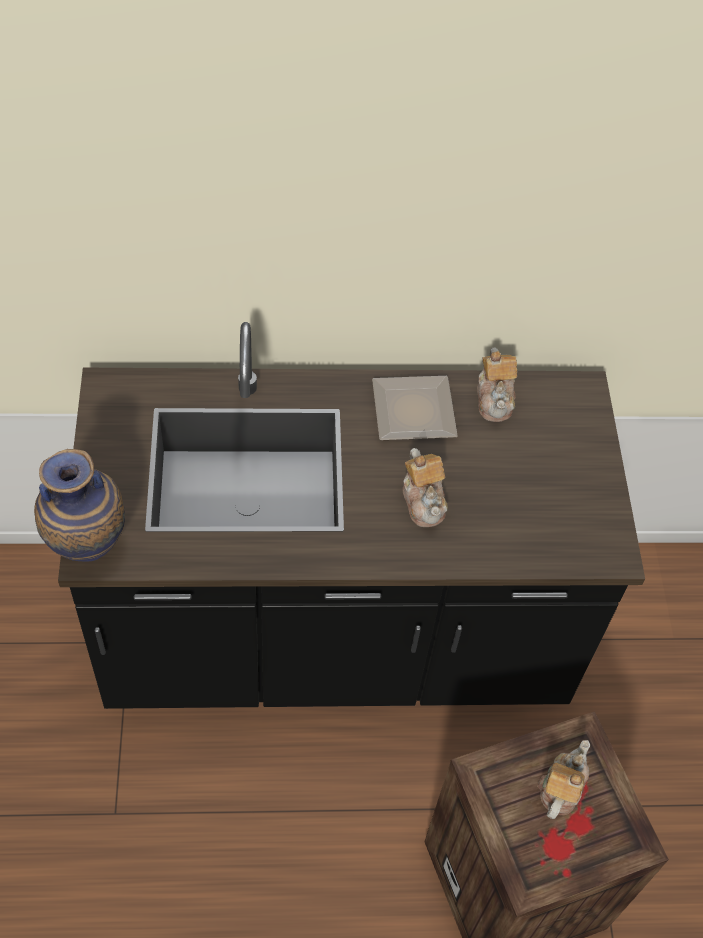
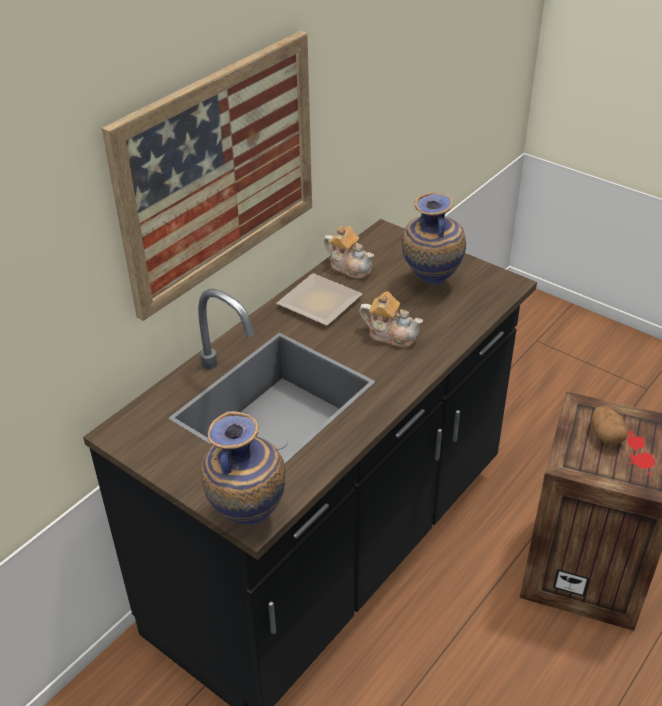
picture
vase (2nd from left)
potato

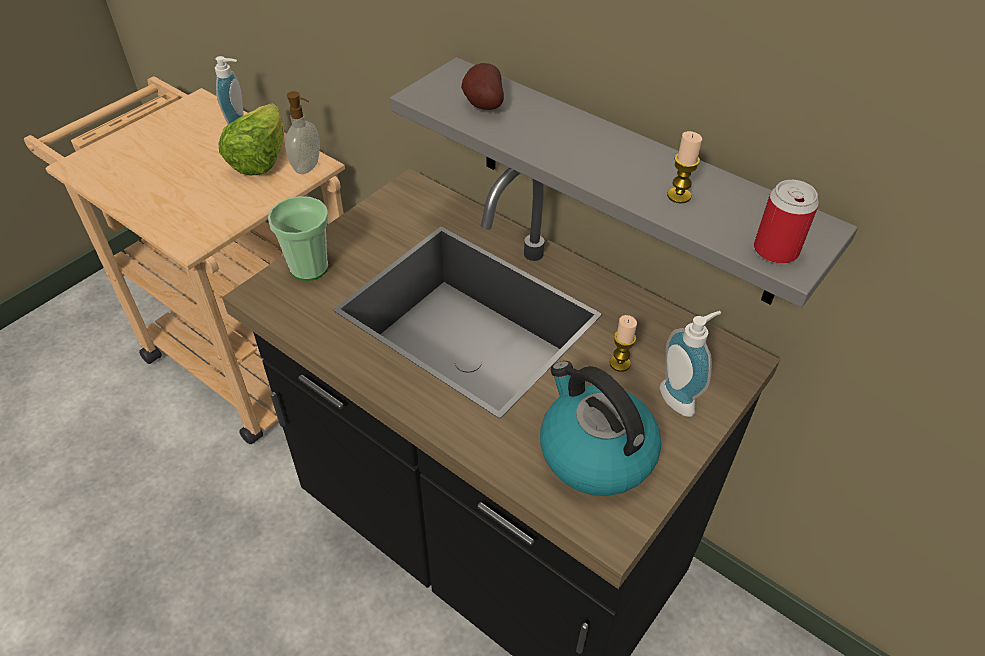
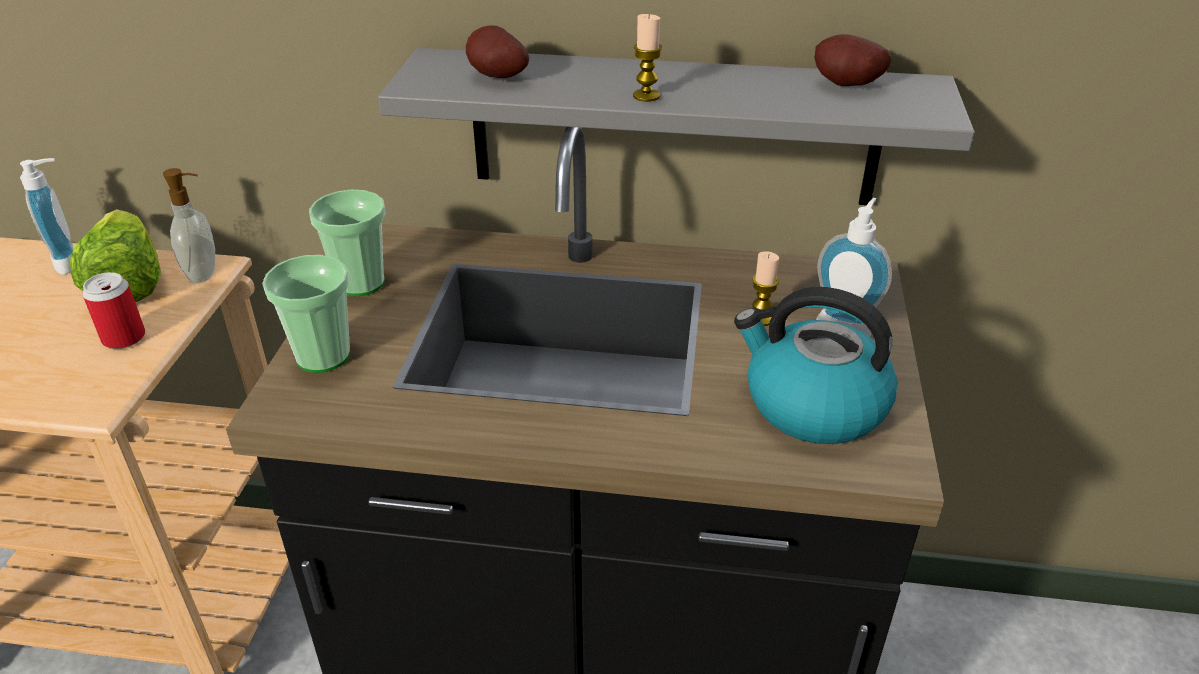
cup (2nd from left)
potato (2nd from left)
candle (1st from left)
can

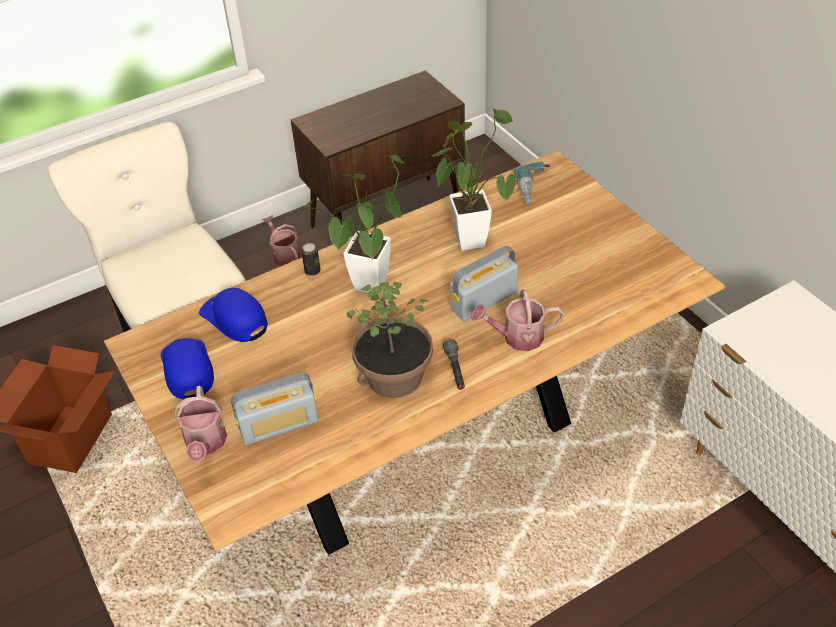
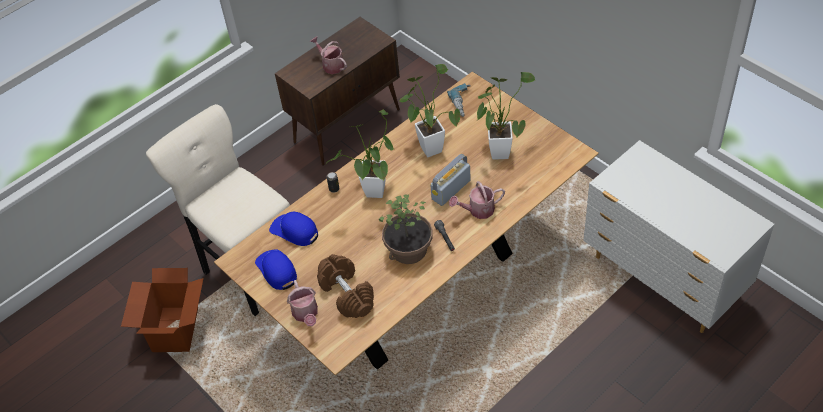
potted plant (4th from left)
watering can (2nd from left)
brown dumbbell

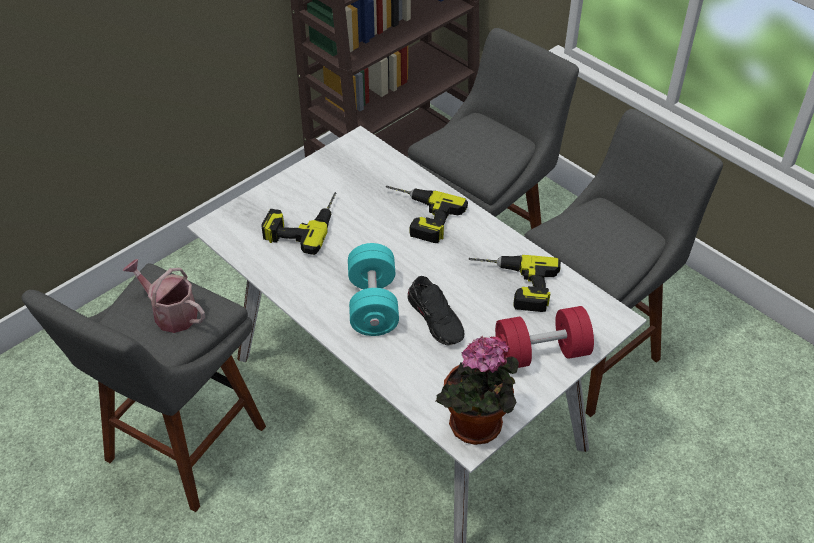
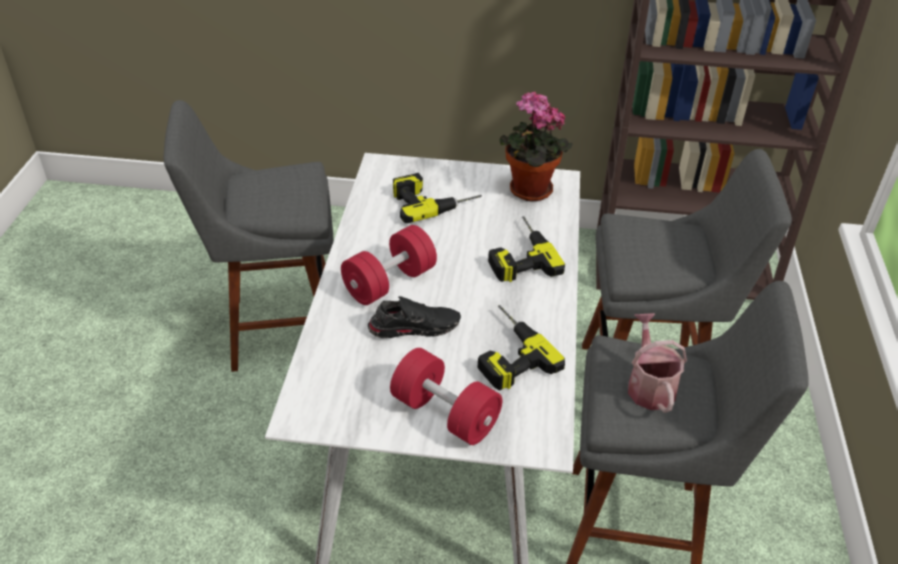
watering can
potted plant
red dumbbell (1st from left)
black shoe

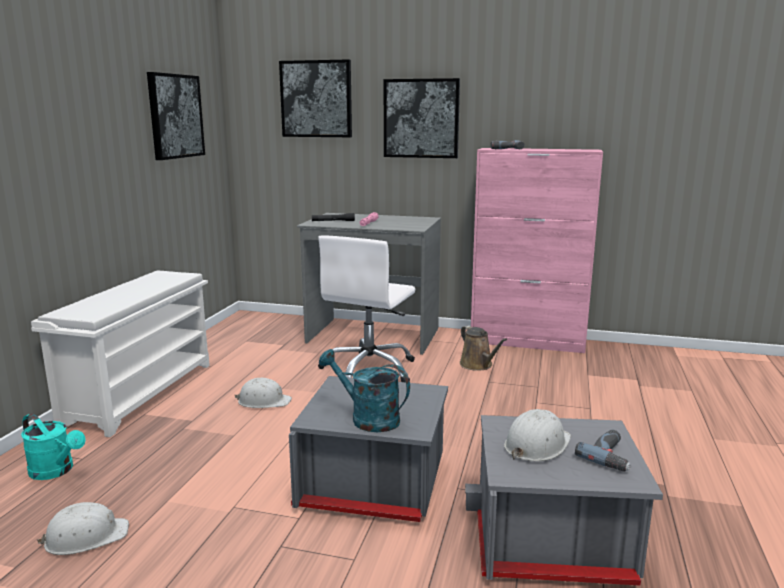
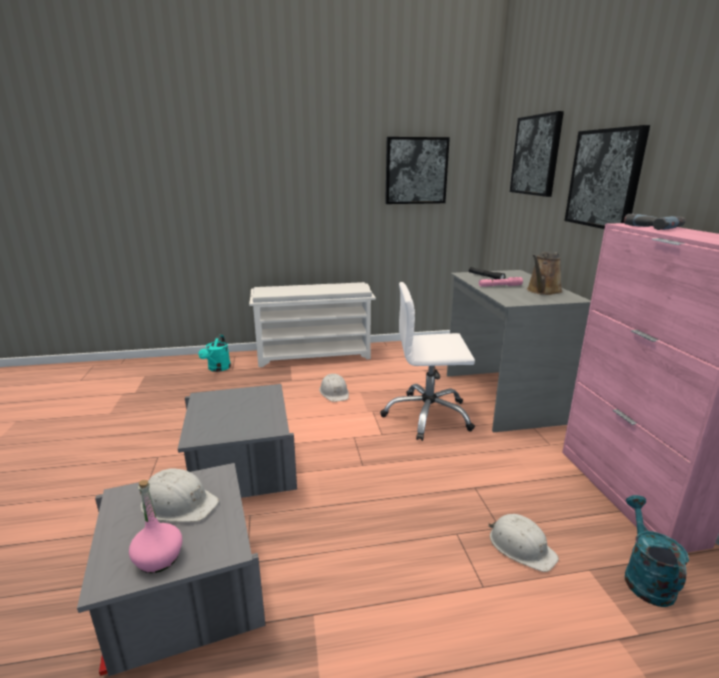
white hard hat (3rd from left)
turquoise watering can (2nd from left)
brown watering can
pink bottle

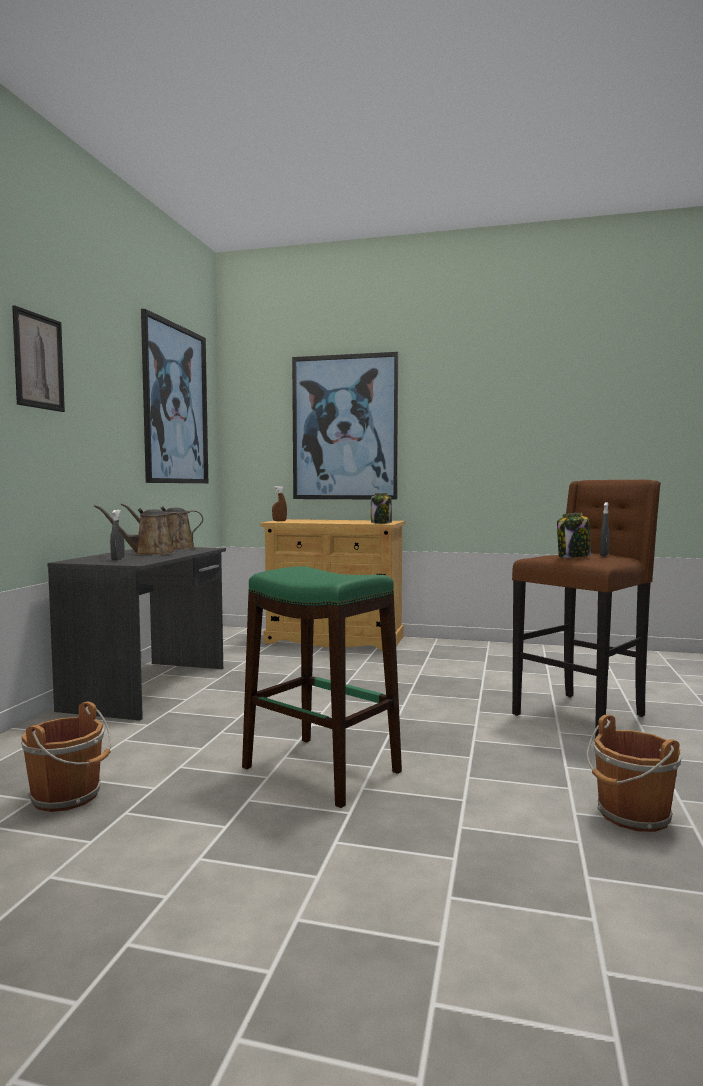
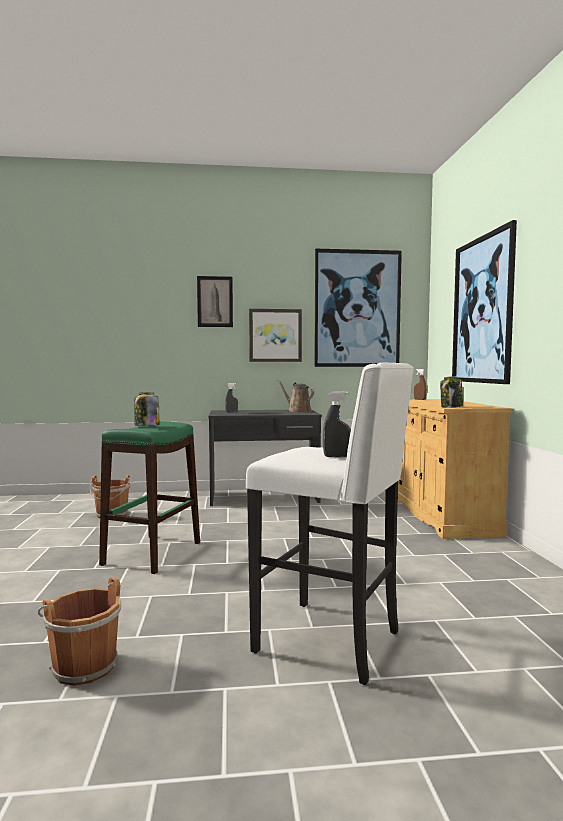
brown watering can (1st from left in the first image)
picture (2nd from left)
jar (1st from left)
white stool

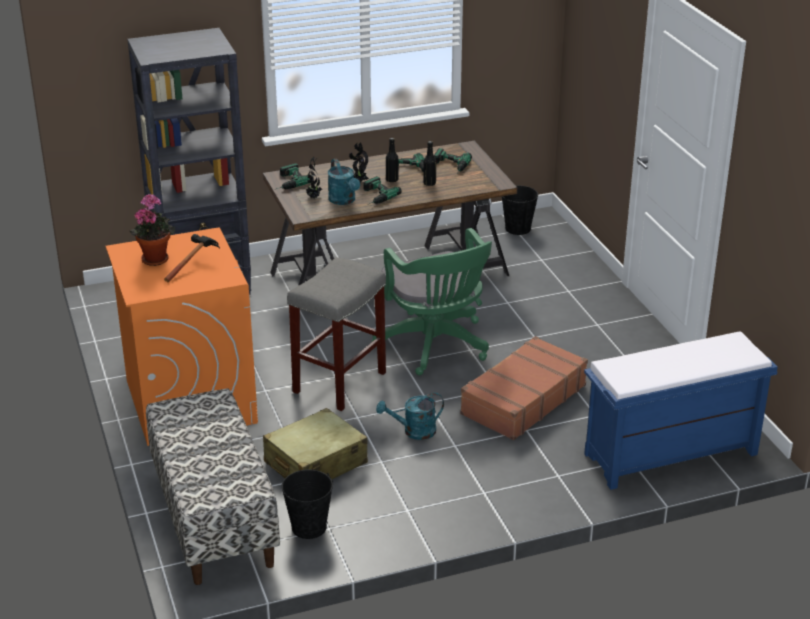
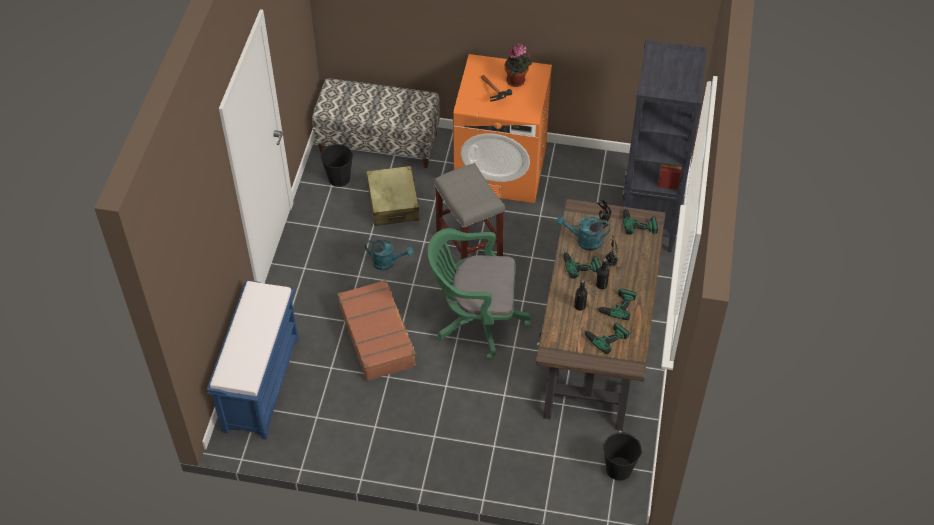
turquoise watering can (1st from left)

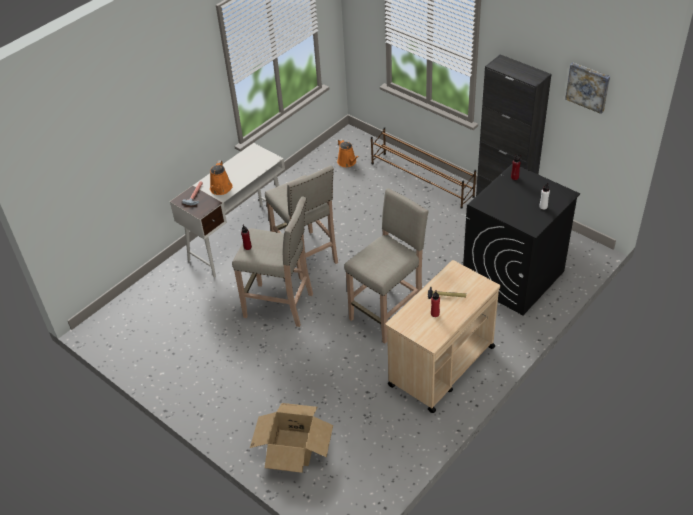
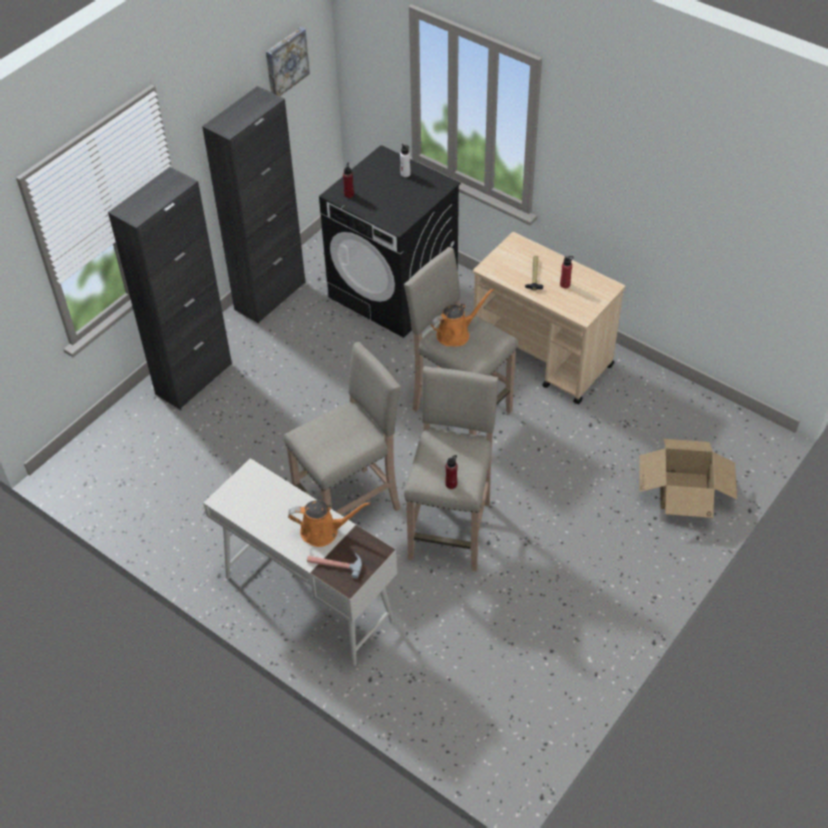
orange watering can (2nd from left)
black cabinet (1st from left)

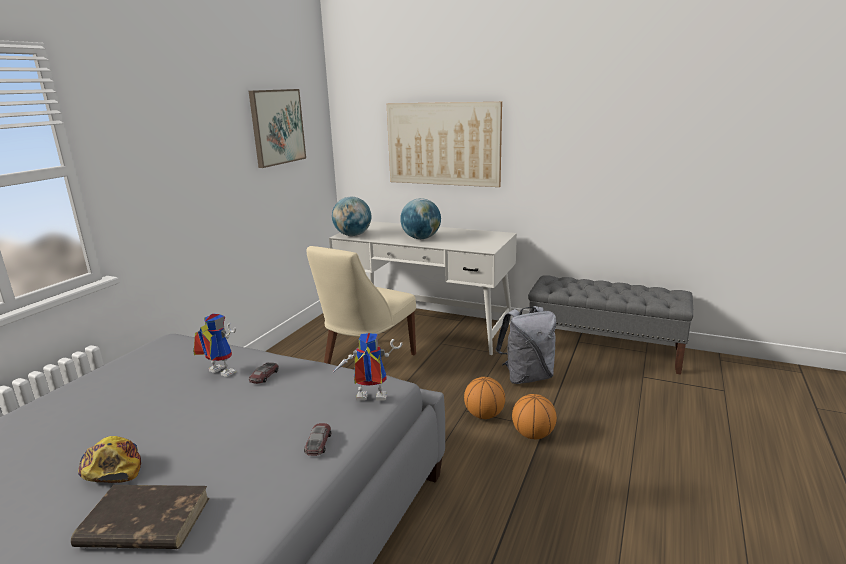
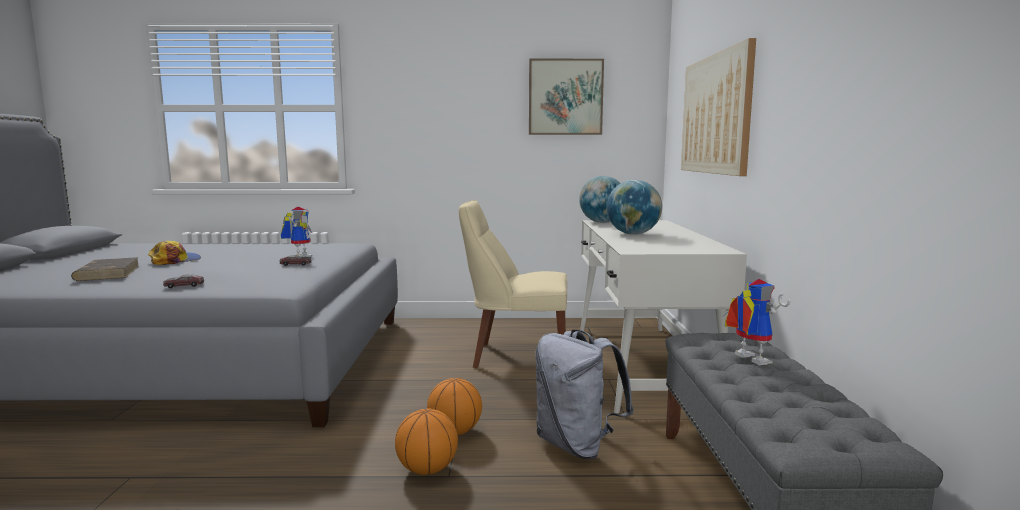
toy robot (2nd from left)

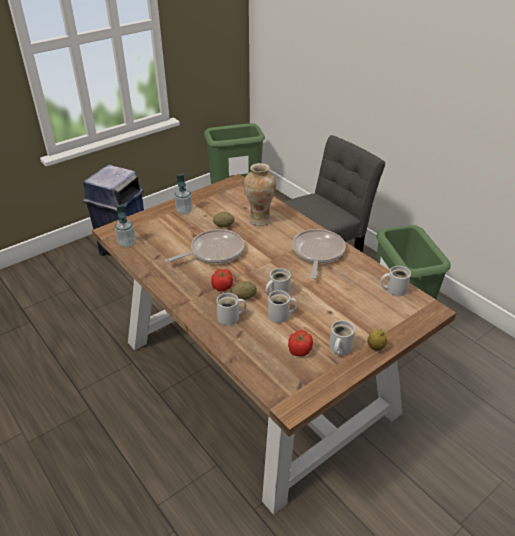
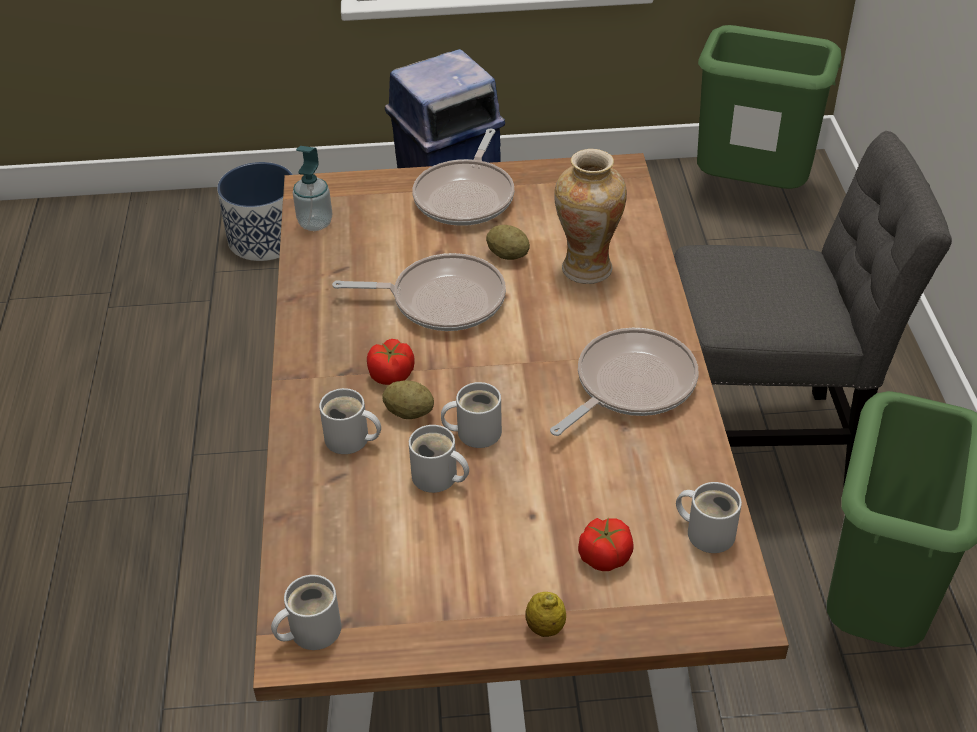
planter
tomato (2nd from left)
white mug (1st from left)
frying pan (2nd from left)

